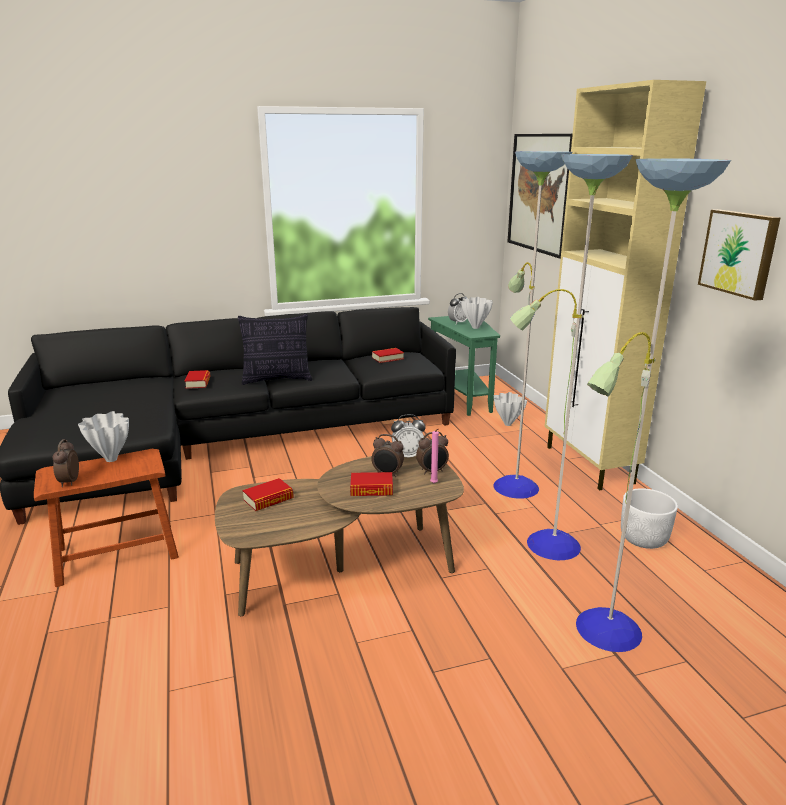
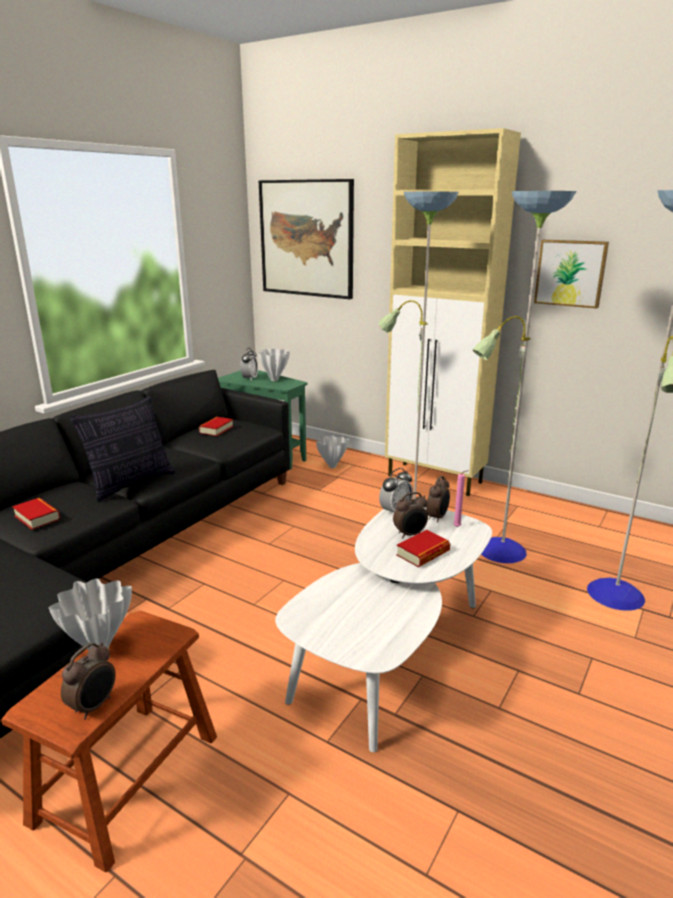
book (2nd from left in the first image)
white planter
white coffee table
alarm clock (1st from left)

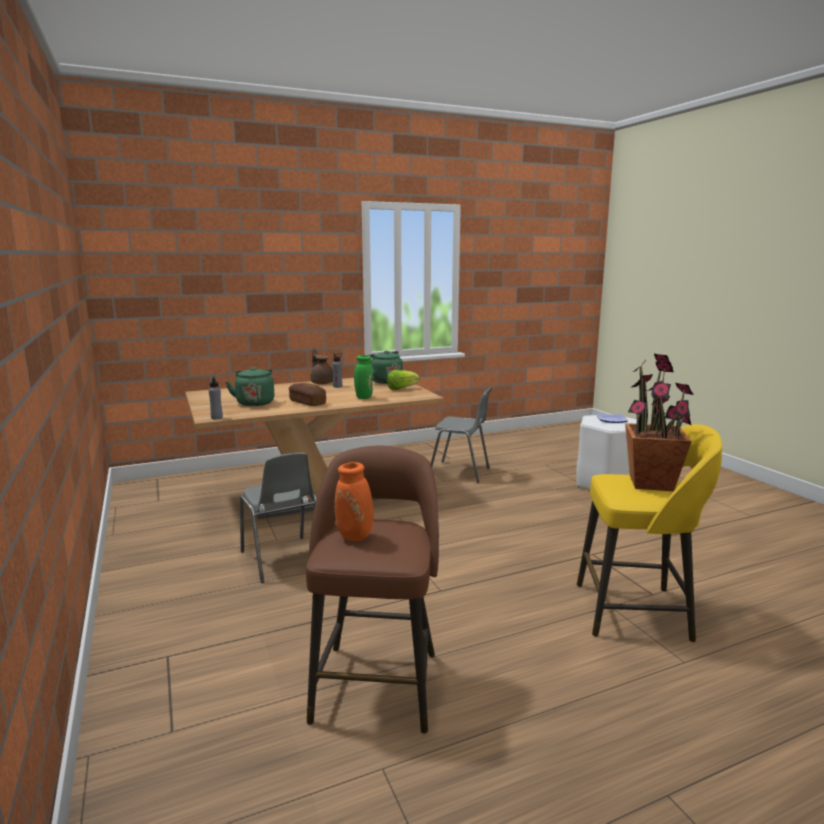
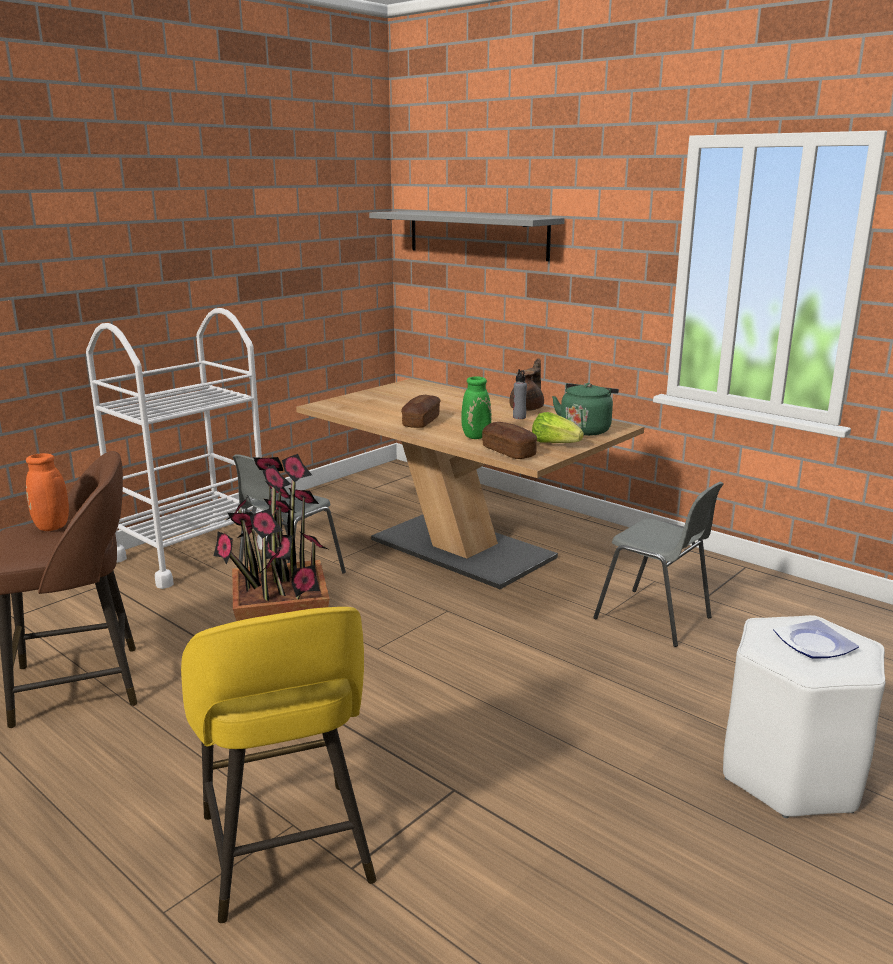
grey bottle (1st from left in the first image)
green kettle (1st from left in the first image)
white cart
grey shelf
bread (2nd from left)
grey chair (2nd from left)

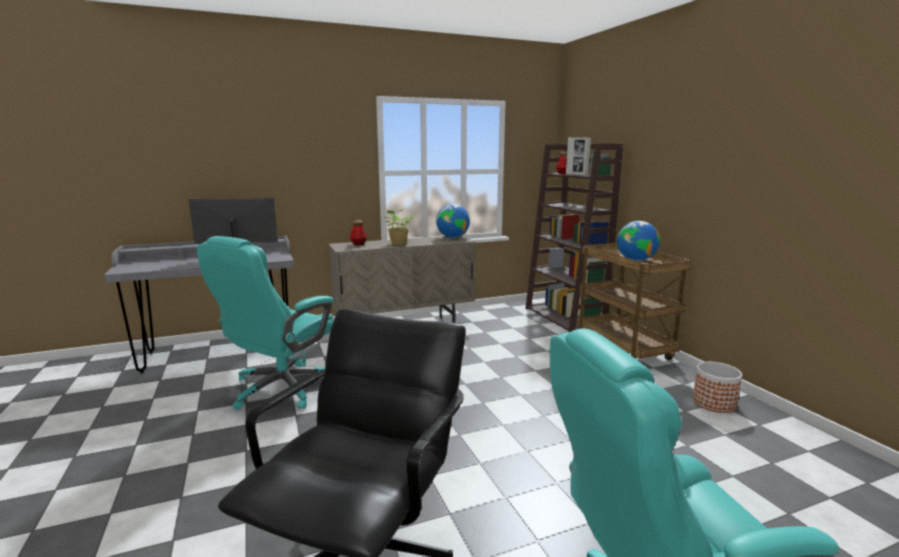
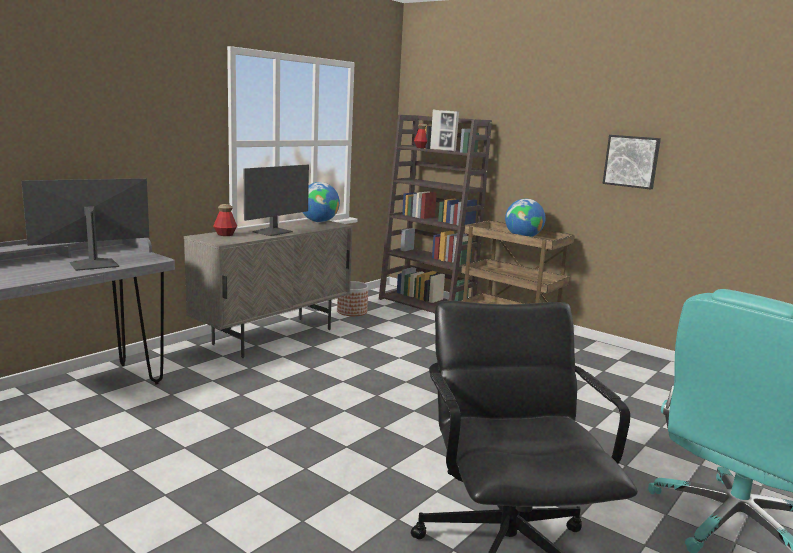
turquoise office chair (1st from left in the first image)
picture
planter
monitor (2nd from left)

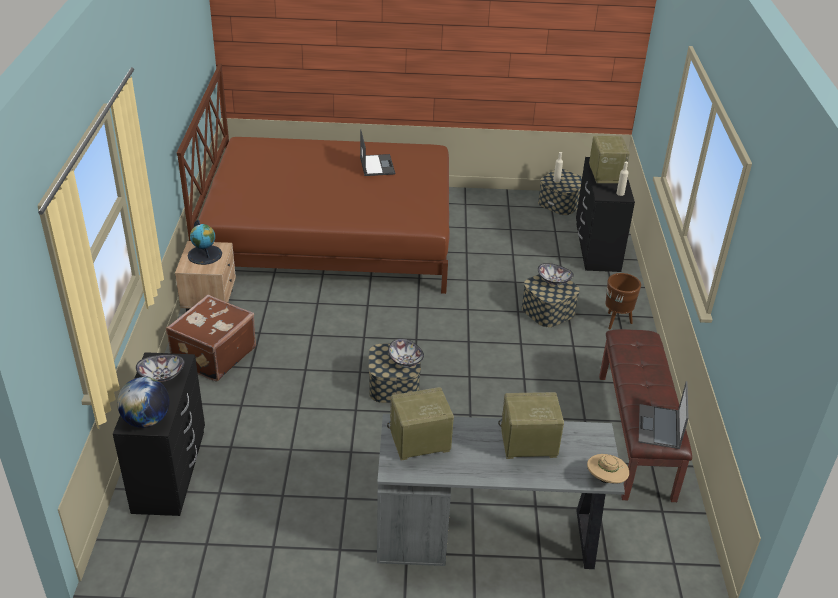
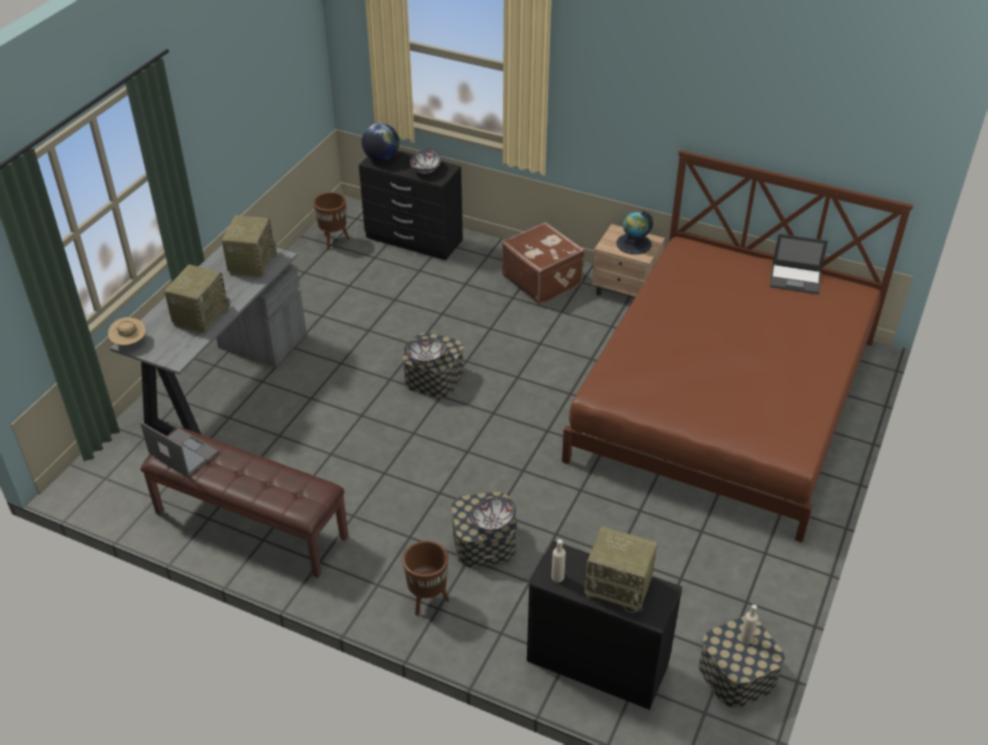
brown planter (1st from left)
laptop (2nd from left)

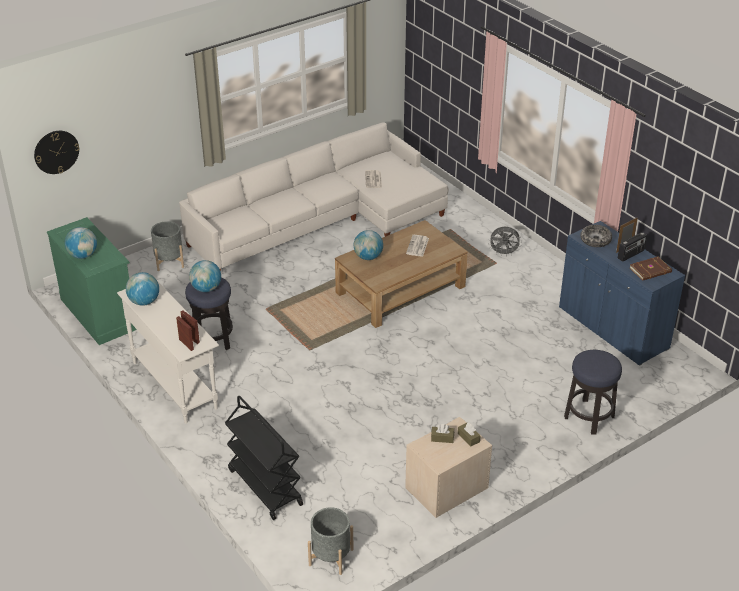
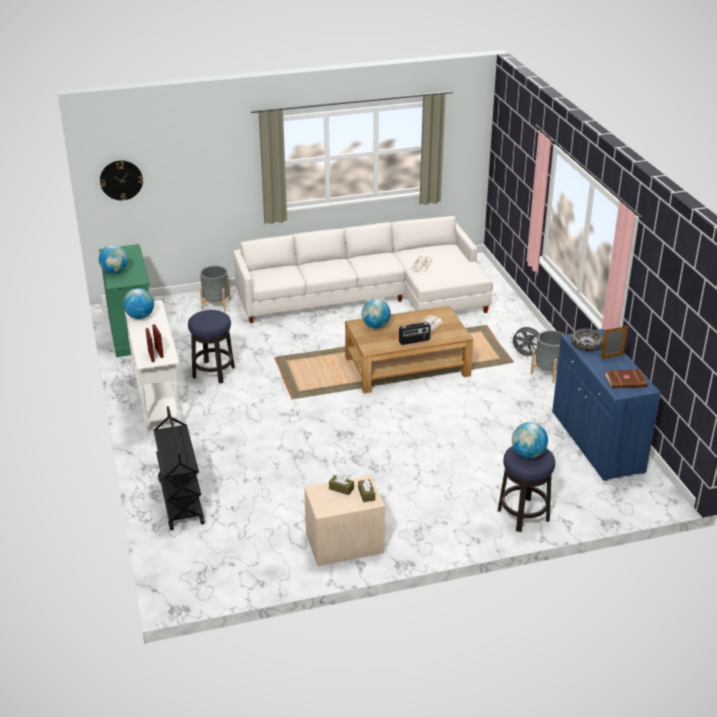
globe (4th from left)
grey planter (2nd from left)
radio

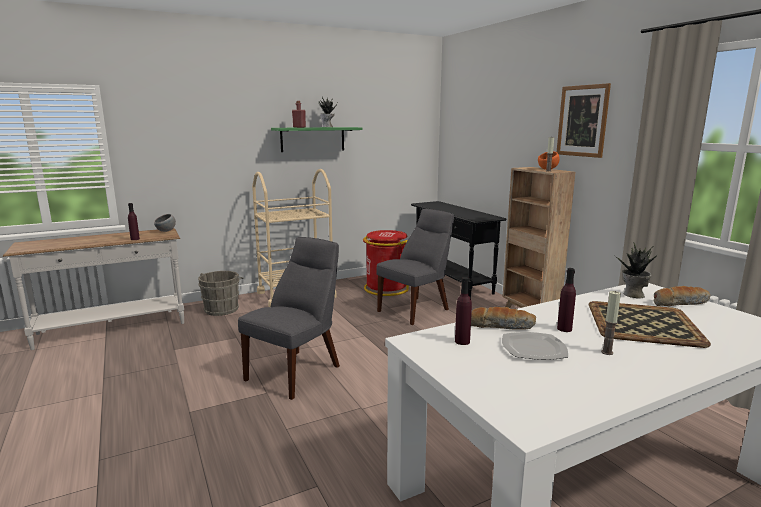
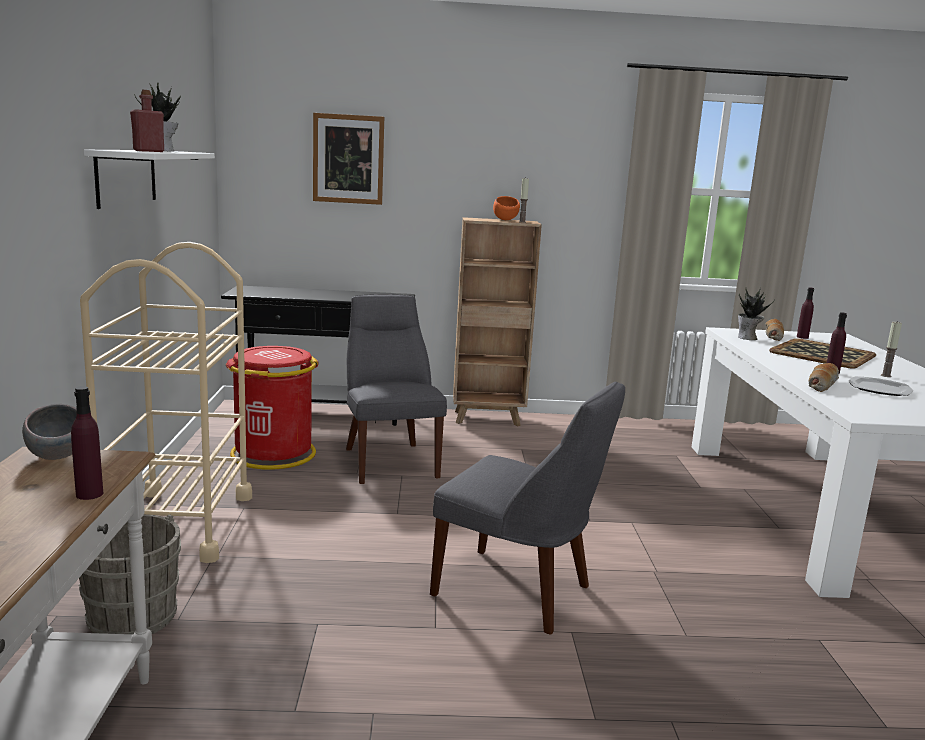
purple bottle (2nd from left)
picture
white shelf
grey chair (2nd from left)

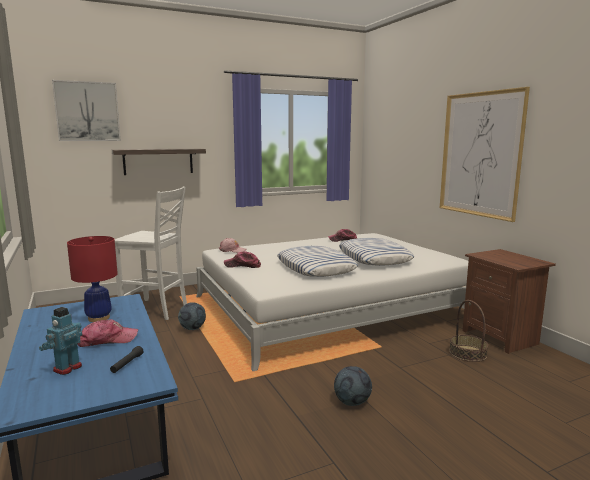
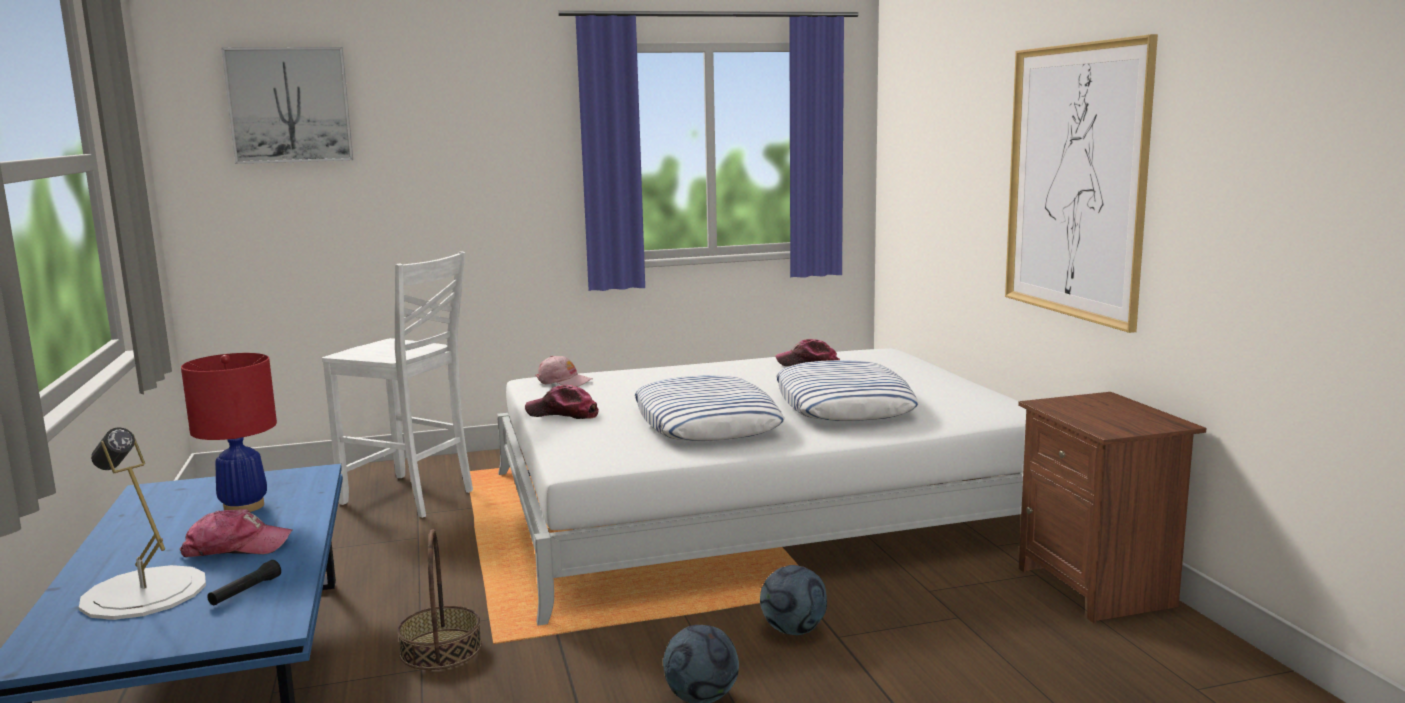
shelf
football (2nd from left)
basket
white table lamp

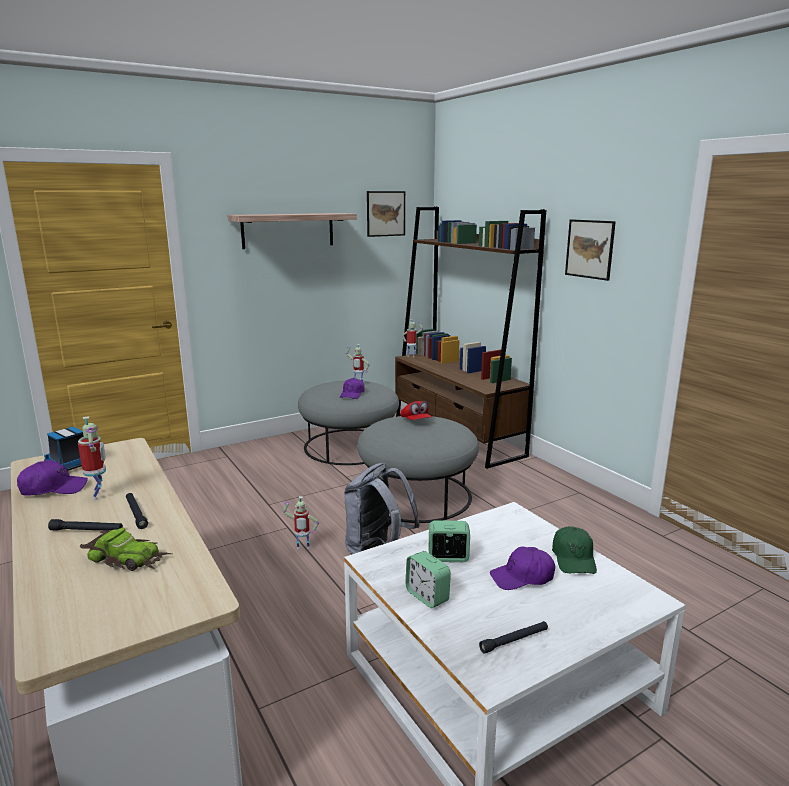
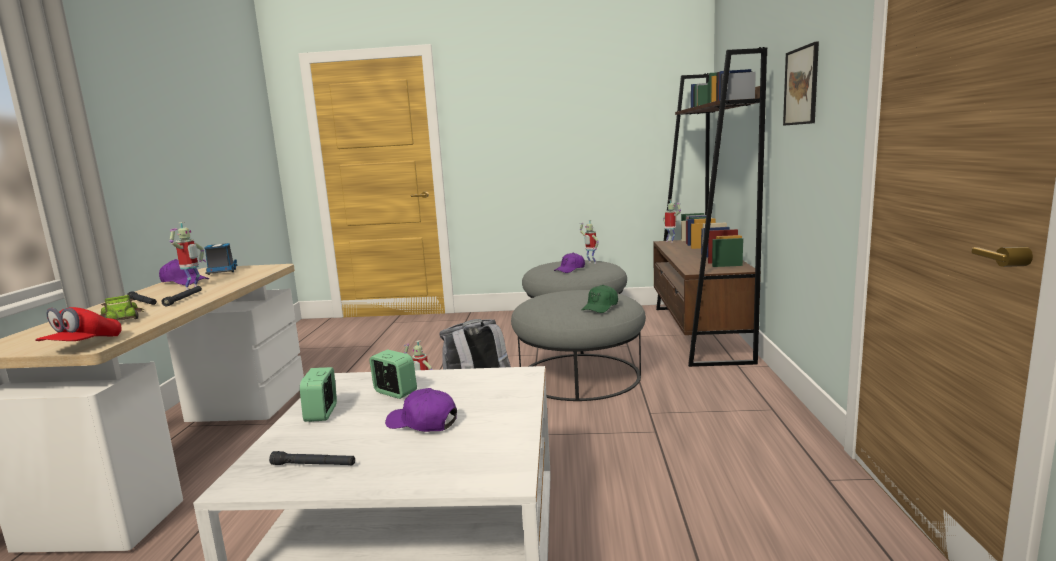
shelf
picture (1st from left in the first image)
red cap
green cap

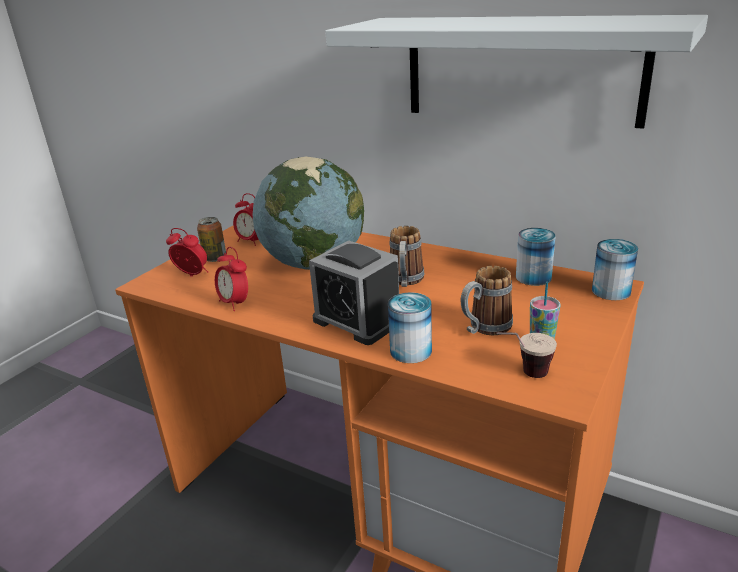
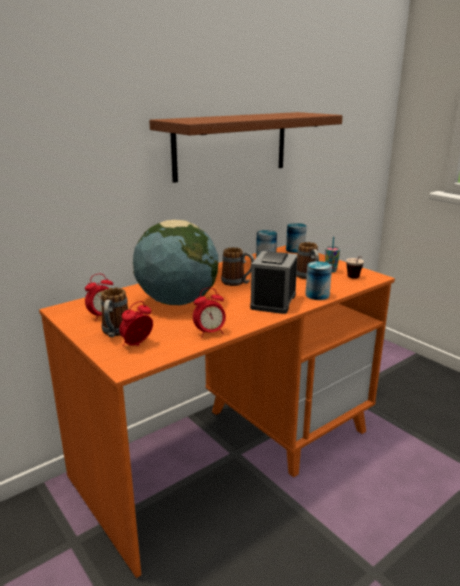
mug (1st from left)
brown shelf
alarm clock (4th from left)

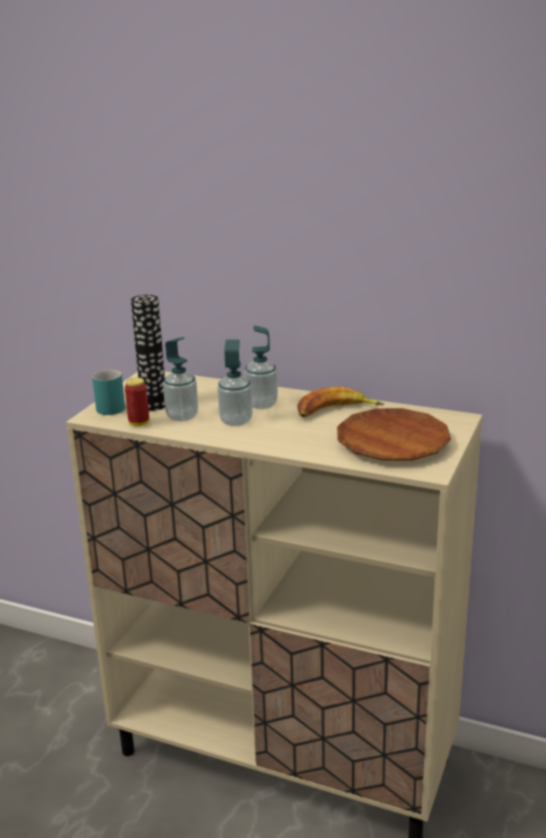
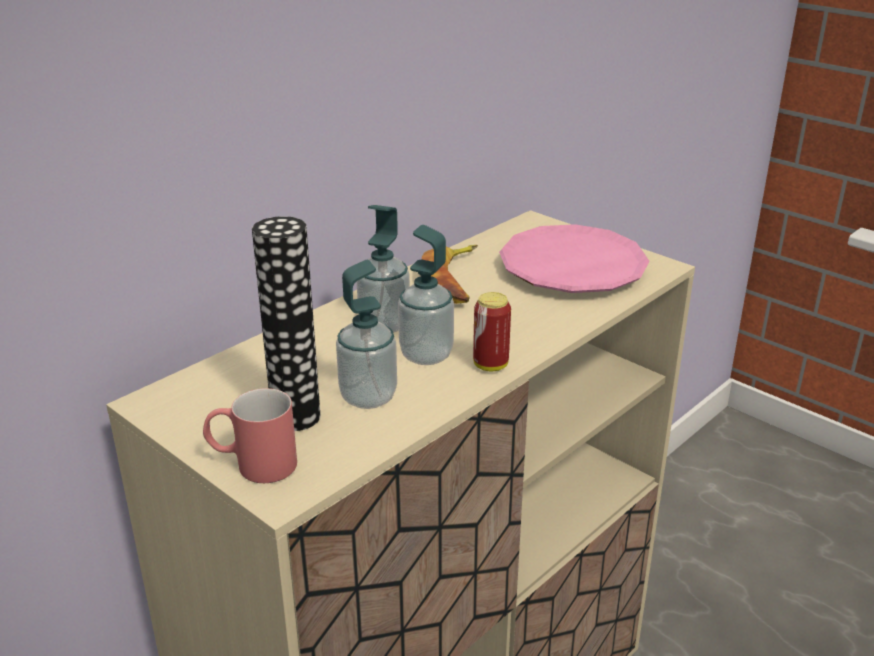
can
red mug
pink plate

